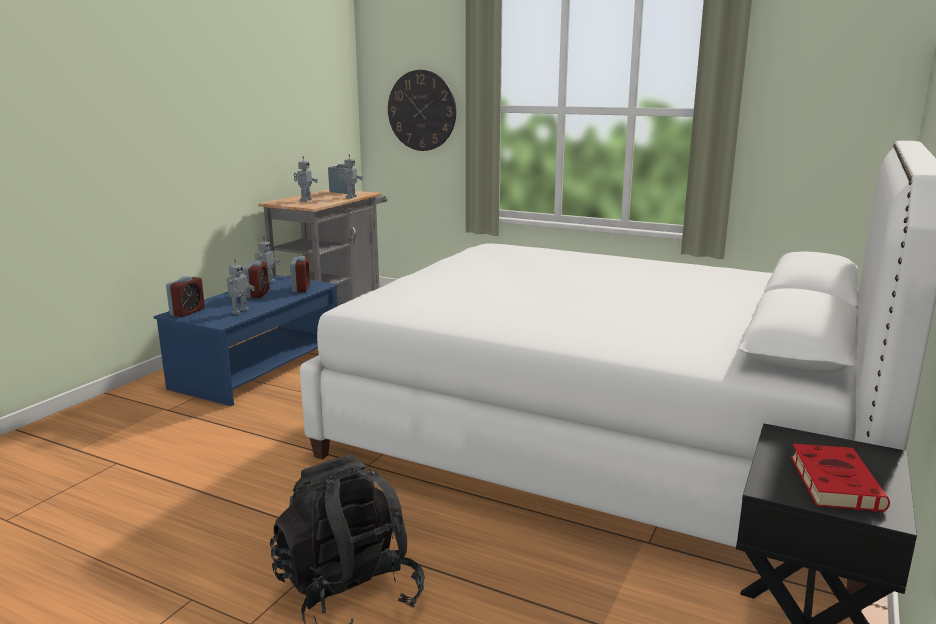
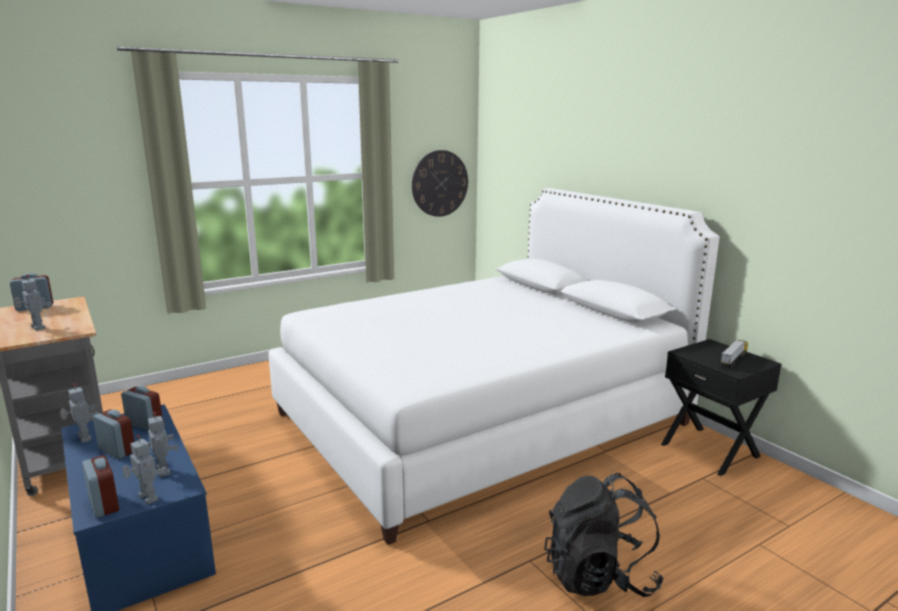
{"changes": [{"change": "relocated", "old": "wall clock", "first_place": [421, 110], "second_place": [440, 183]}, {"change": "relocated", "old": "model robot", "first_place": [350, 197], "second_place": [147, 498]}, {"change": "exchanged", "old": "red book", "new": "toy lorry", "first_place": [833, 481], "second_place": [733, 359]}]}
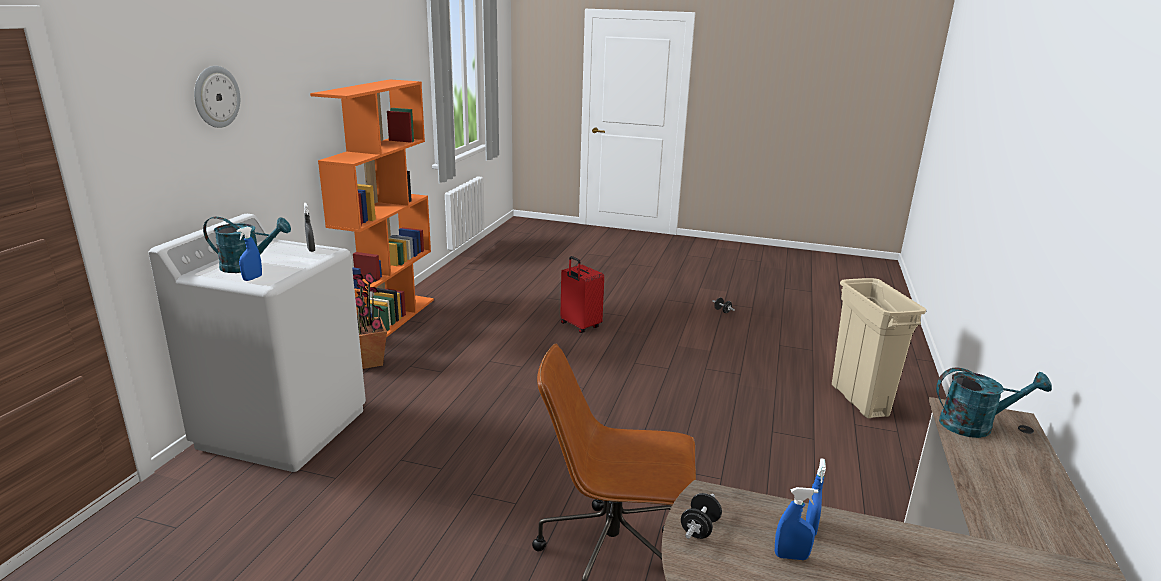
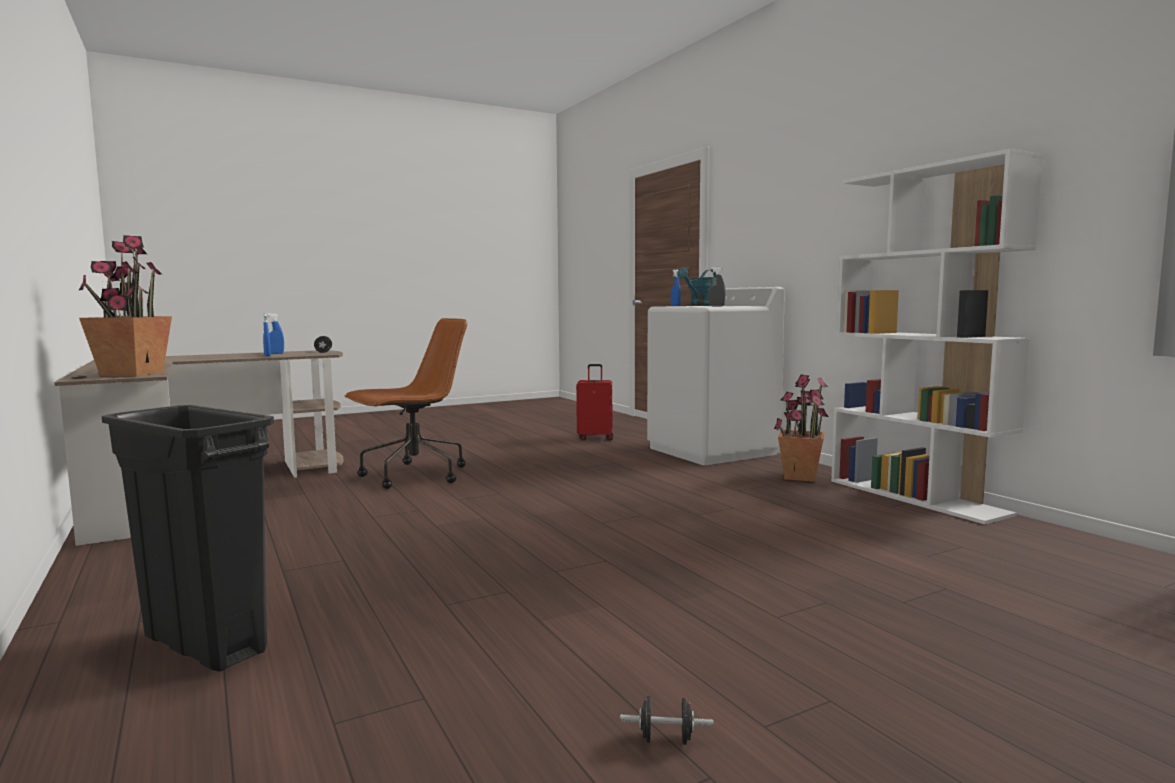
{"changes": [{"change": "missing", "old": "wall clock", "first_place": [216, 97]}, {"change": "colour", "old": "orangey bookcase", "new": "whitish bookcase", "first_place": [389, 320], "second_place": [917, 497]}, {"change": "relocated", "old": "red travel case", "first_place": [579, 326], "second_place": [595, 438]}, {"change": "colour", "old": "beige rubbish bin", "new": "blackish rubbish bin", "first_place": [859, 400], "second_place": [204, 644]}, {"change": "exchanged", "old": "blue-green watering pot", "new": "houseplant", "first_place": [975, 425], "second_place": [131, 374]}]}
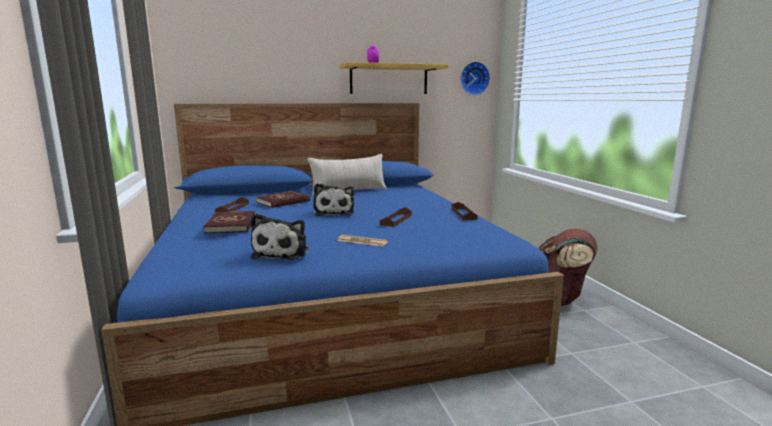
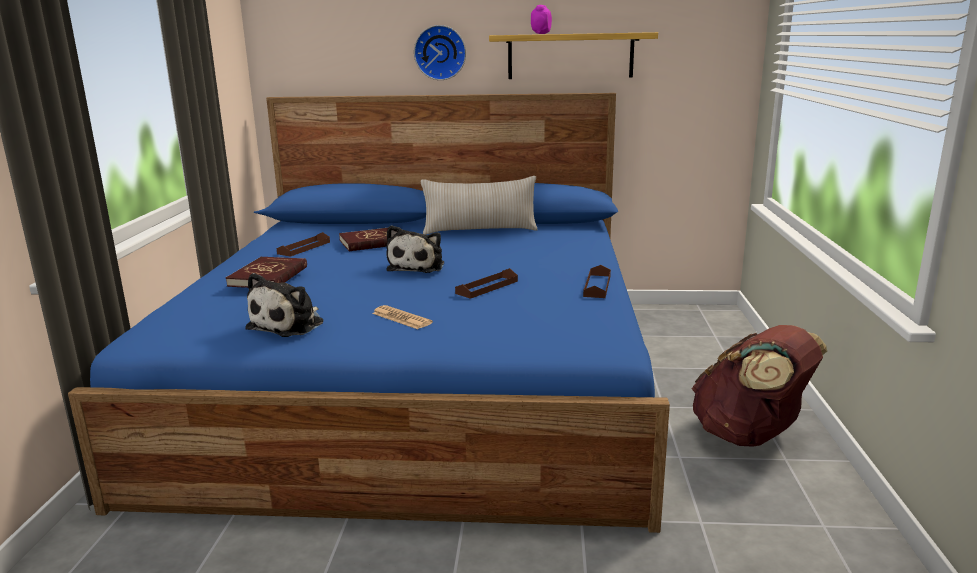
{"changes": [{"change": "relocated", "old": "wall clock", "first_place": [474, 78], "second_place": [440, 52]}]}
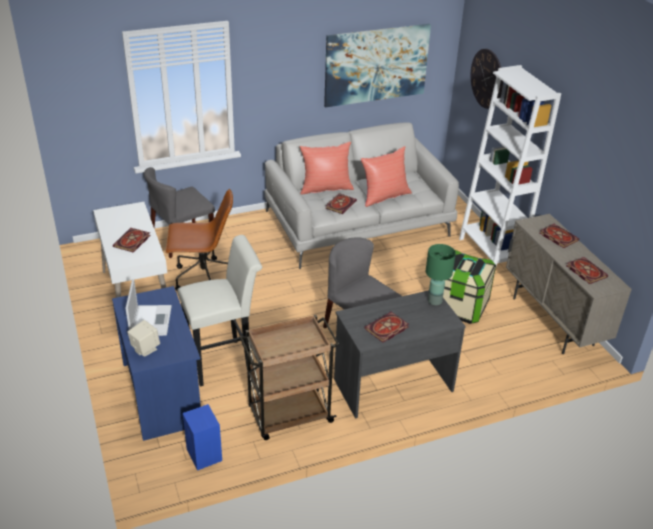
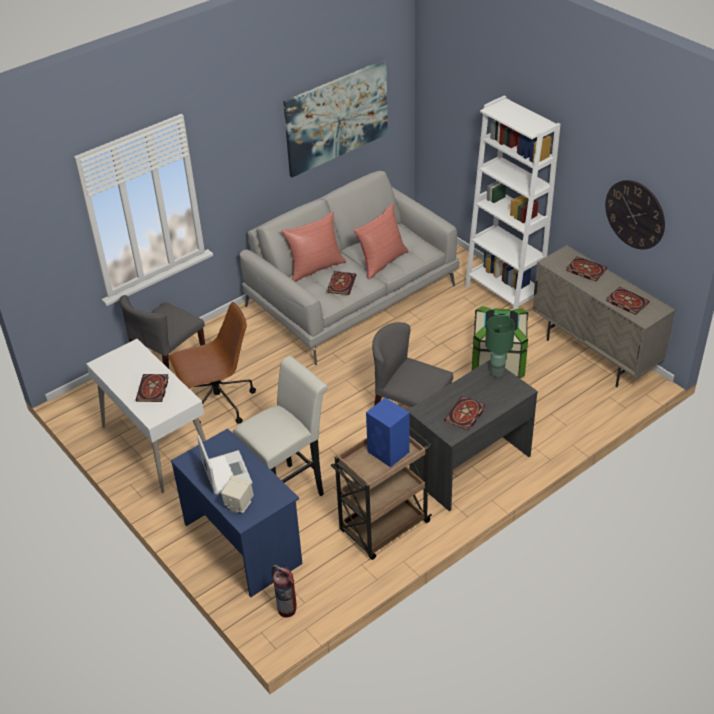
{"changes": [{"change": "relocated", "old": "wall clock", "first_place": [487, 78], "second_place": [635, 214]}, {"change": "relocated", "old": "blue-coloured speaker", "first_place": [204, 455], "second_place": [389, 452]}, {"change": "appeared", "new": "extinguisher", "second_place": [287, 609]}]}
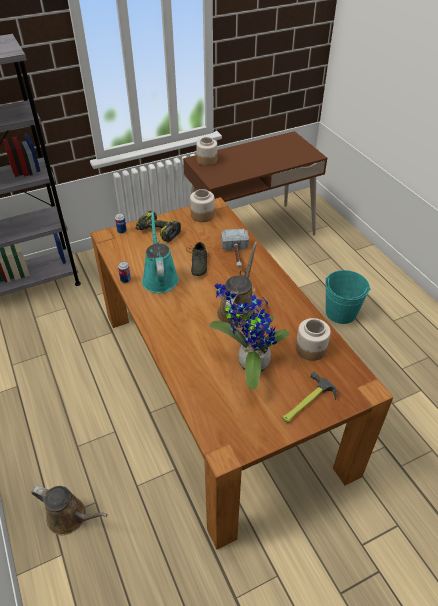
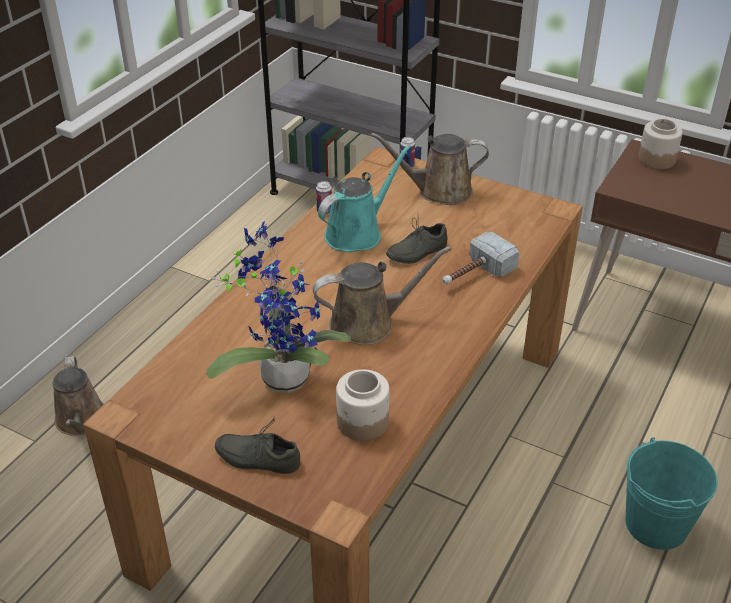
{"changes": [{"change": "missing", "old": "storage jar", "first_place": [202, 215]}, {"change": "exchanged", "old": "drill", "new": "brownish watering pot", "first_place": [157, 232], "second_place": [439, 191]}, {"change": "exchanged", "old": "hand hammer", "new": "greyish low shoe", "first_place": [306, 402], "second_place": [259, 456]}]}
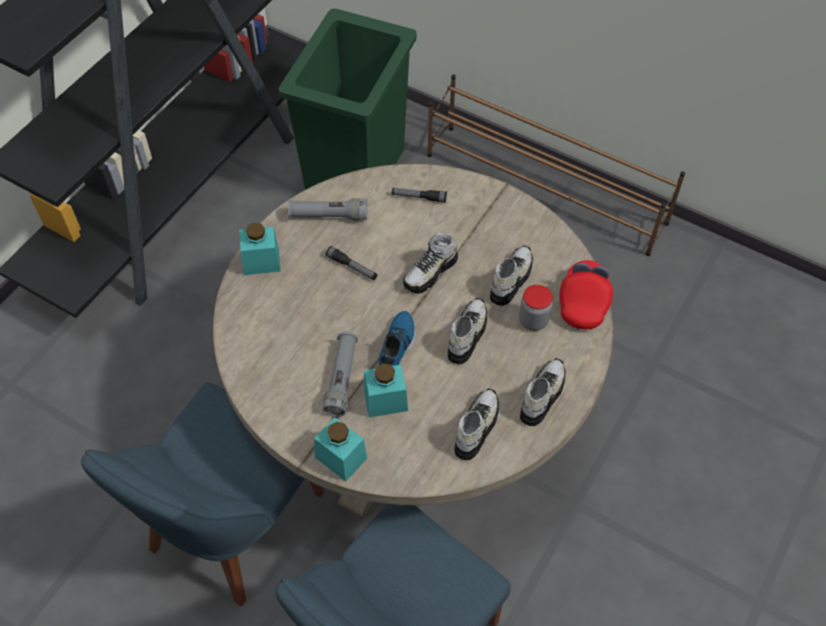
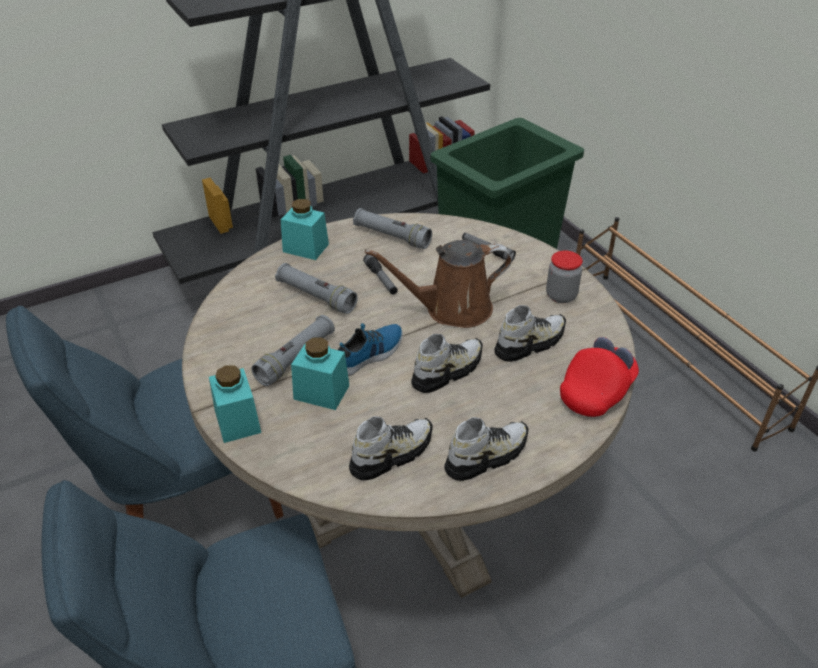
{"changes": [{"change": "exchanged", "old": "low shoe", "new": "brownish watering pot", "first_place": [430, 272], "second_place": [451, 309]}, {"change": "relocated", "old": "storage jar", "first_place": [533, 321], "second_place": [561, 296]}, {"change": "appeared", "new": "greyish hand torch", "second_place": [316, 297]}]}
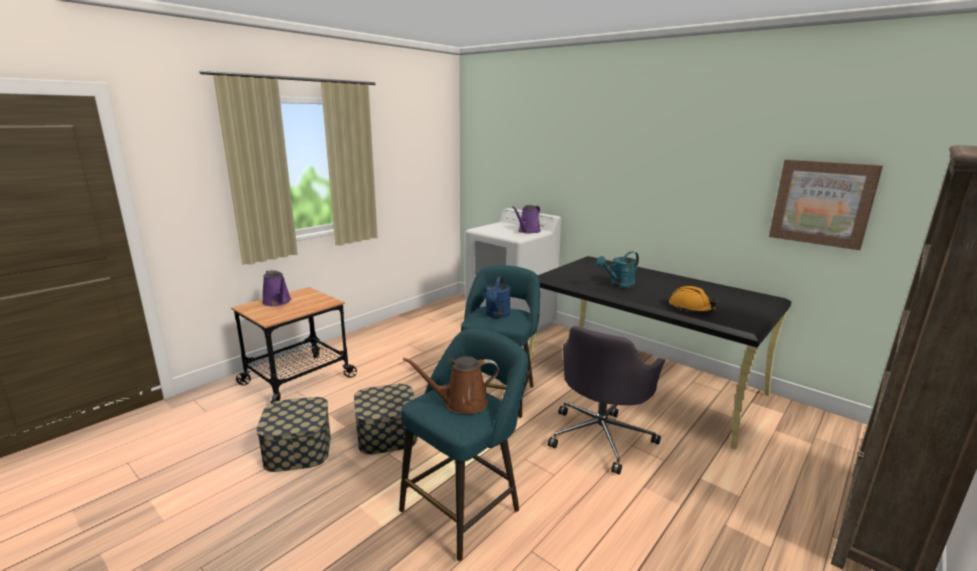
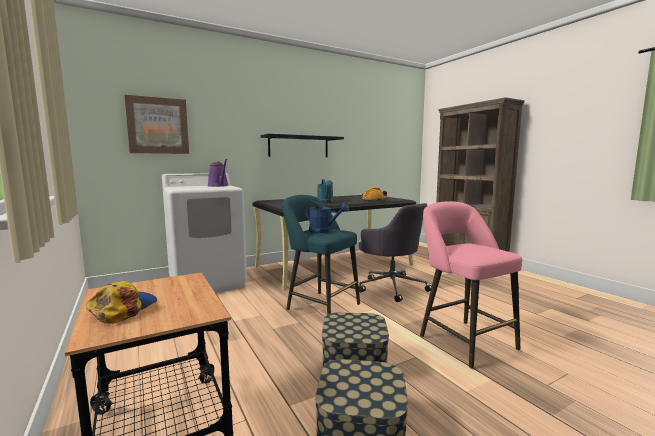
{"changes": [{"change": "relocated", "old": "picture", "first_place": [822, 203], "second_place": [158, 126]}, {"change": "exchanged", "old": "purple watering pot", "new": "peaked cap", "first_place": [278, 302], "second_place": [123, 309]}, {"change": "colour", "old": "blue-green stool", "new": "pink stool", "first_place": [464, 507], "second_place": [463, 340]}, {"change": "missing", "old": "brownish watering pot", "first_place": [461, 403]}, {"change": "appeared", "new": "blackish shelf", "second_place": [299, 146]}]}
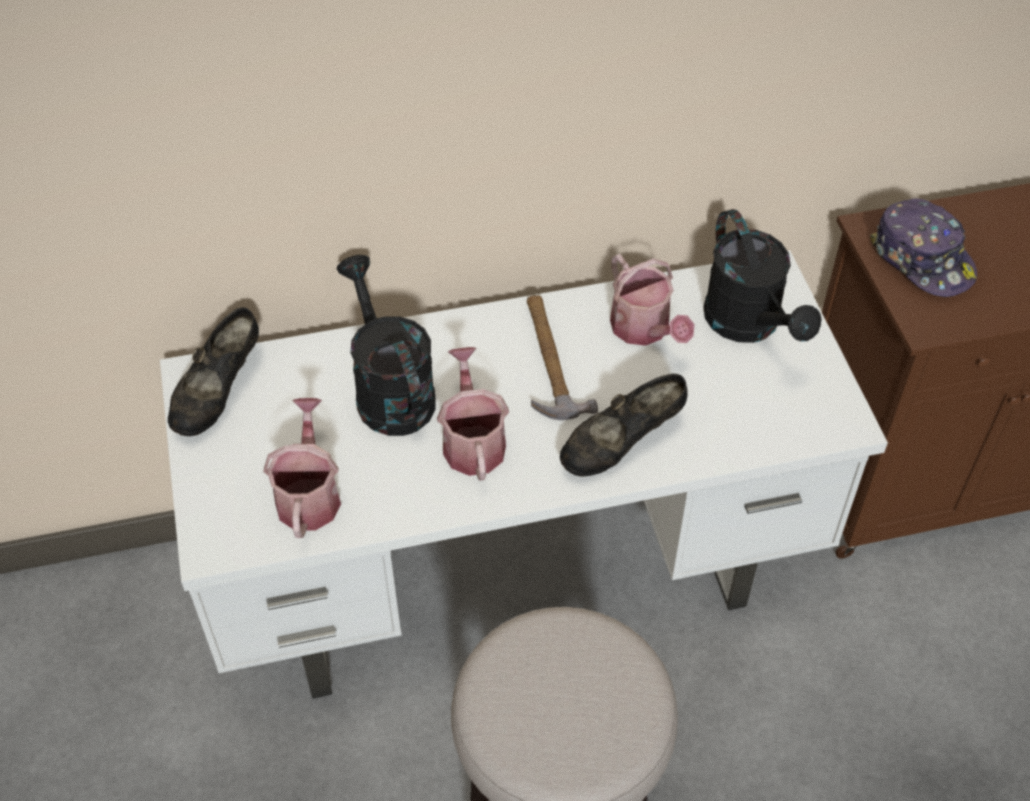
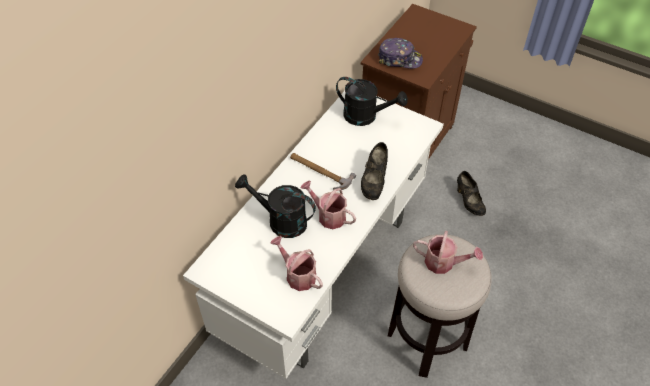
{"changes": [{"change": "relocated", "old": "watering pot", "first_place": [644, 330], "second_place": [443, 263]}, {"change": "relocated", "old": "blackish low shoe", "first_place": [218, 394], "second_place": [469, 201]}]}
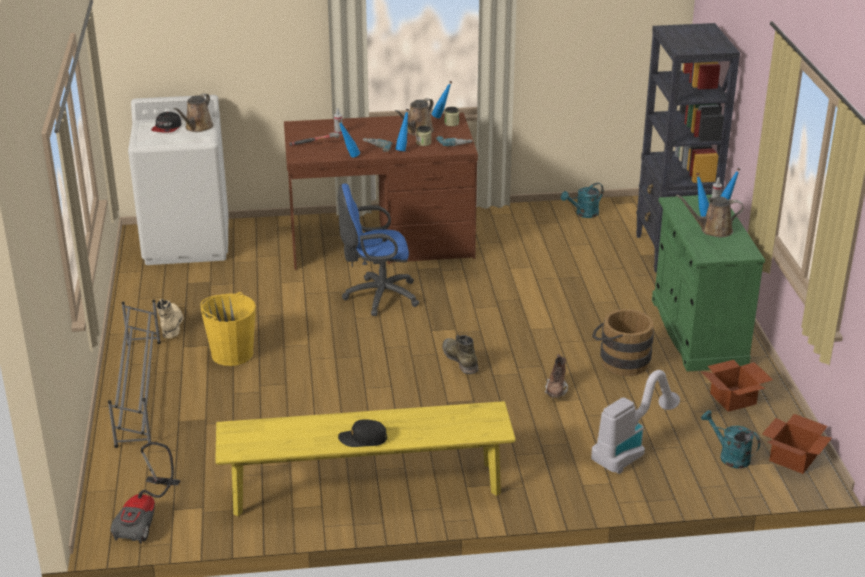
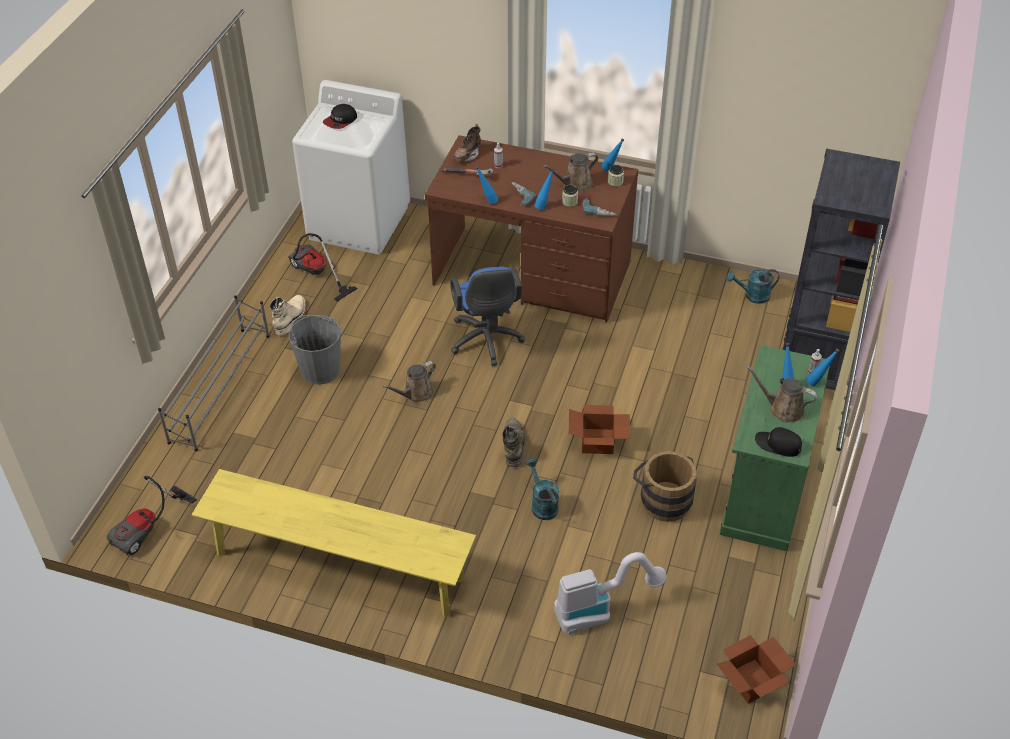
{"changes": [{"change": "relocated", "old": "brownish watering pot", "first_place": [197, 127], "second_place": [416, 394]}, {"change": "spun", "old": "blue-coloured desk chair", "first_place": [377, 296], "second_place": [486, 342], "degrees": -120}, {"change": "colour", "old": "yellow bucket", "new": "greyish bucket", "first_place": [232, 354], "second_place": [320, 369]}, {"change": "relocated", "old": "brownish boot", "first_place": [556, 391], "second_place": [467, 155]}, {"change": "relocated", "old": "packing box", "first_place": [734, 399], "second_place": [598, 442]}, {"change": "relocated", "old": "blue-green watering pot", "first_place": [729, 456], "second_place": [542, 504]}, {"change": "relocated", "old": "blackish peaked cap", "first_place": [363, 439], "second_place": [778, 445]}, {"change": "appeared", "new": "vacuum cleaner", "second_place": [315, 274]}]}
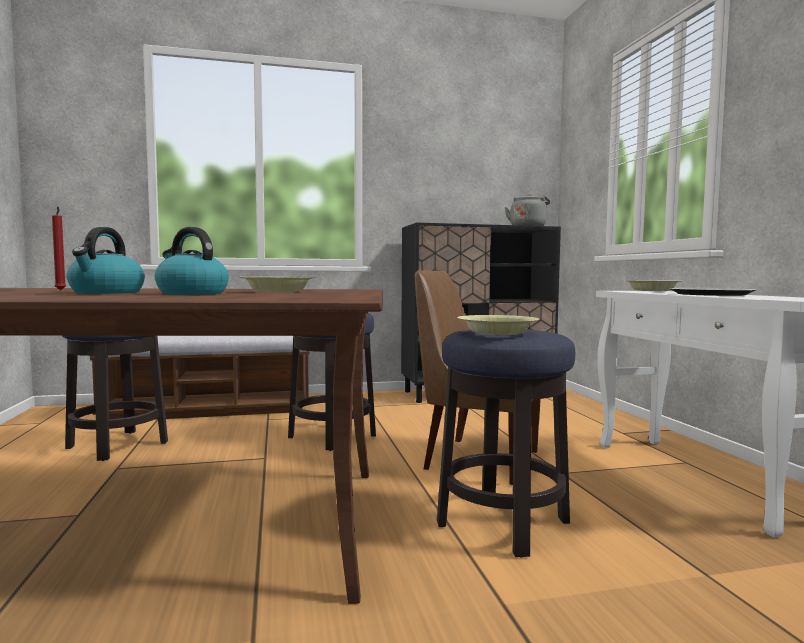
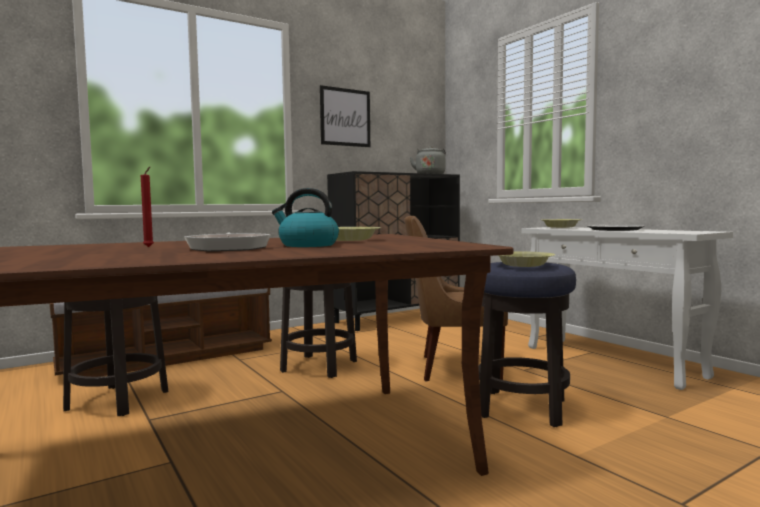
{"changes": [{"change": "exchanged", "old": "kettle", "new": "pan", "first_place": [106, 292], "second_place": [229, 248]}, {"change": "appeared", "new": "picture", "second_place": [345, 117]}]}
